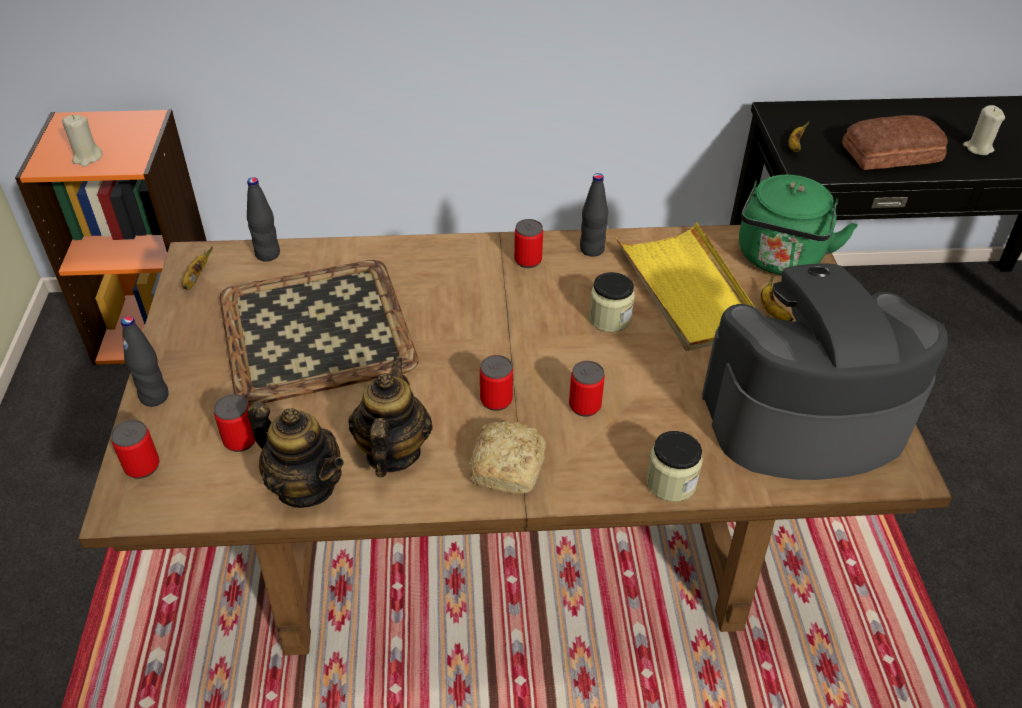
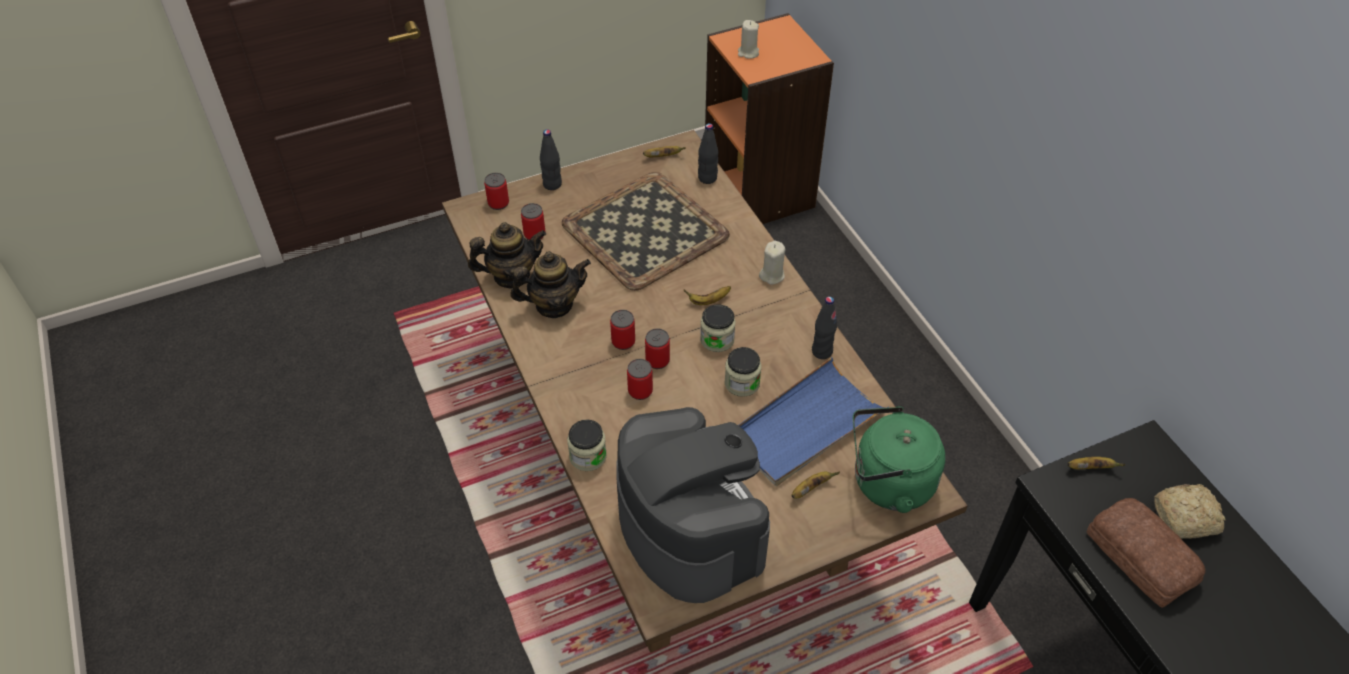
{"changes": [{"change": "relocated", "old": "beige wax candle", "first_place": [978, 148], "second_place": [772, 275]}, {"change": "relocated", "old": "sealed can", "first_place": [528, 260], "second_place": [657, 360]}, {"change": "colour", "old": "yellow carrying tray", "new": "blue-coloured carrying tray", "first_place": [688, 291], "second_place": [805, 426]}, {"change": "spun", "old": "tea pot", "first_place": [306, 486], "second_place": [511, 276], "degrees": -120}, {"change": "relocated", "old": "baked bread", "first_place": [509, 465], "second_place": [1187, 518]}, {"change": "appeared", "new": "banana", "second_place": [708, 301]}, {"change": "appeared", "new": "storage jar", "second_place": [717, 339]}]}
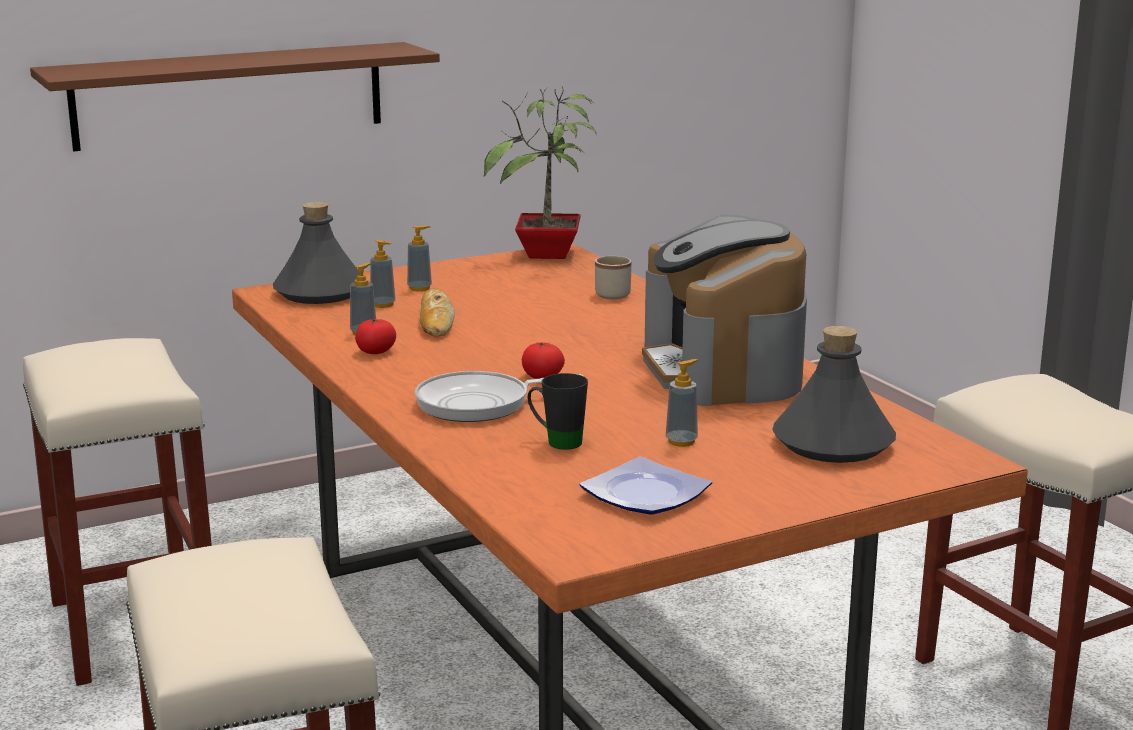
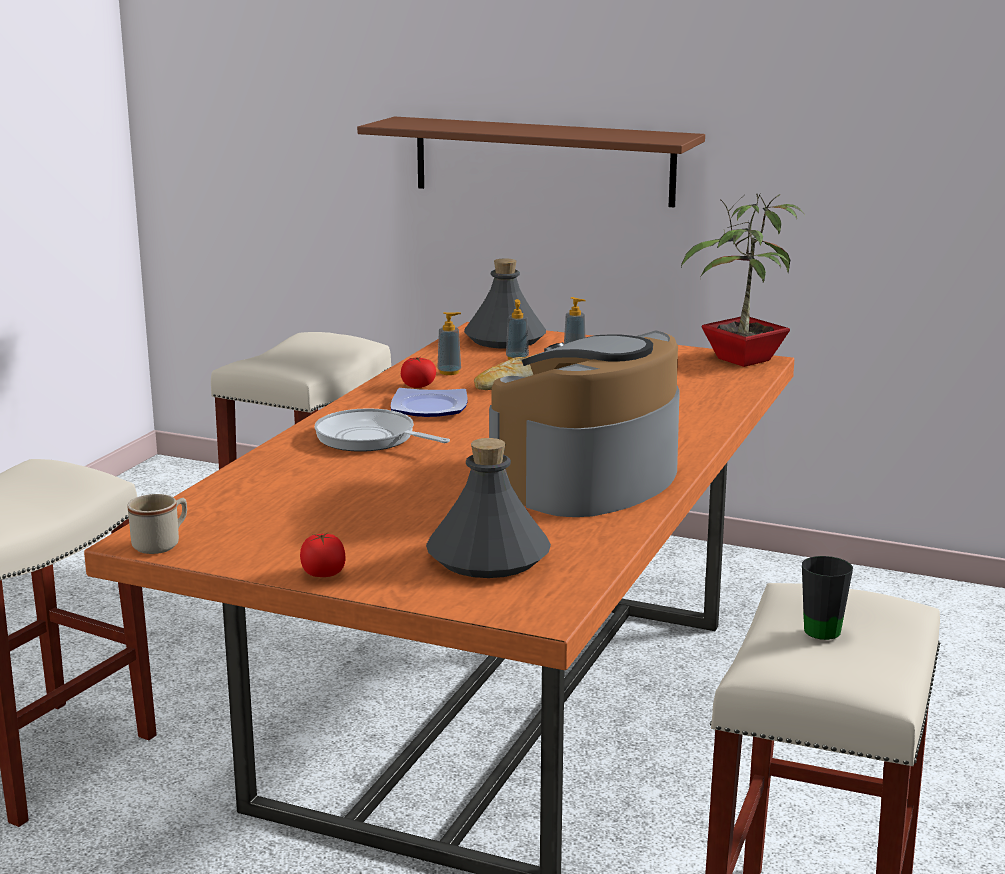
{"changes": [{"change": "relocated", "old": "beige mug", "first_place": [612, 293], "second_place": [162, 544]}, {"change": "relocated", "old": "tomato", "first_place": [542, 377], "second_place": [323, 574]}, {"change": "missing", "old": "soap bottle", "first_place": [681, 441]}, {"change": "relocated", "old": "blackish mug", "first_place": [556, 441], "second_place": [817, 627]}, {"change": "relocated", "old": "dinner plate", "first_place": [648, 494], "second_place": [430, 408]}]}
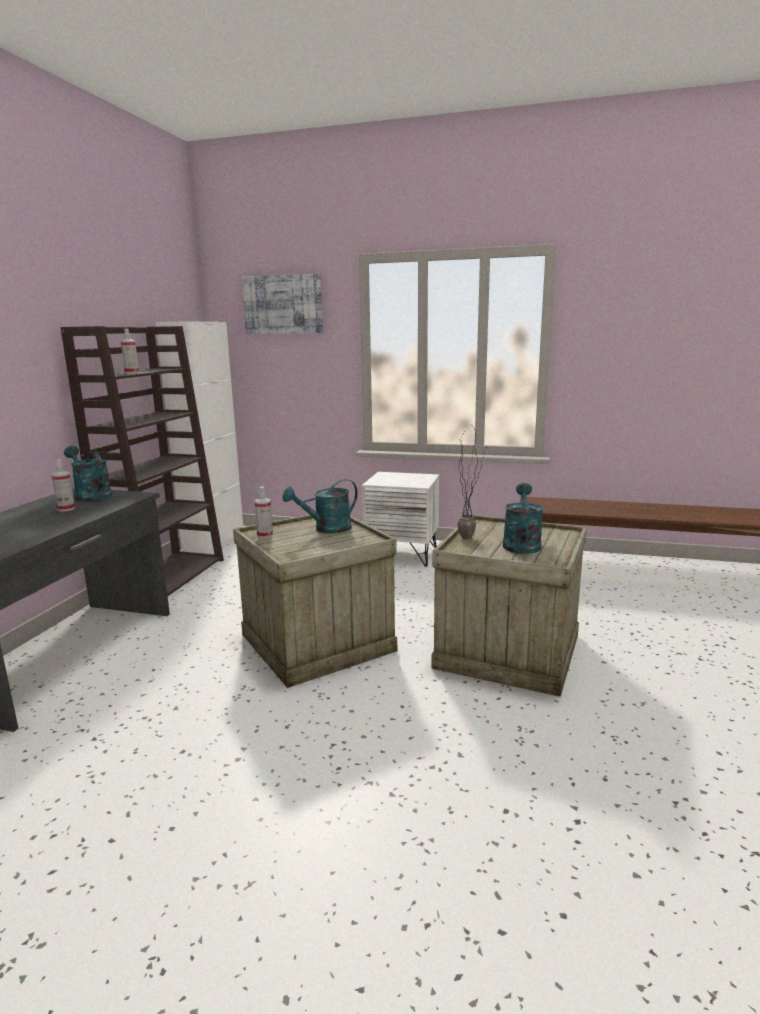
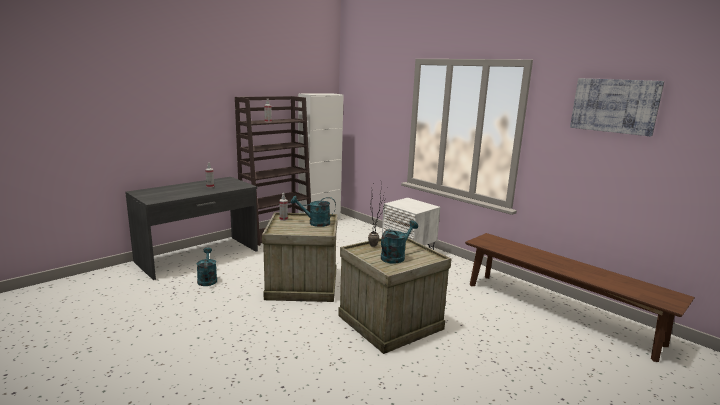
{"changes": [{"change": "relocated", "old": "picture", "first_place": [283, 304], "second_place": [614, 106]}, {"change": "relocated", "old": "blue-green watering pot", "first_place": [90, 495], "second_place": [207, 279]}]}
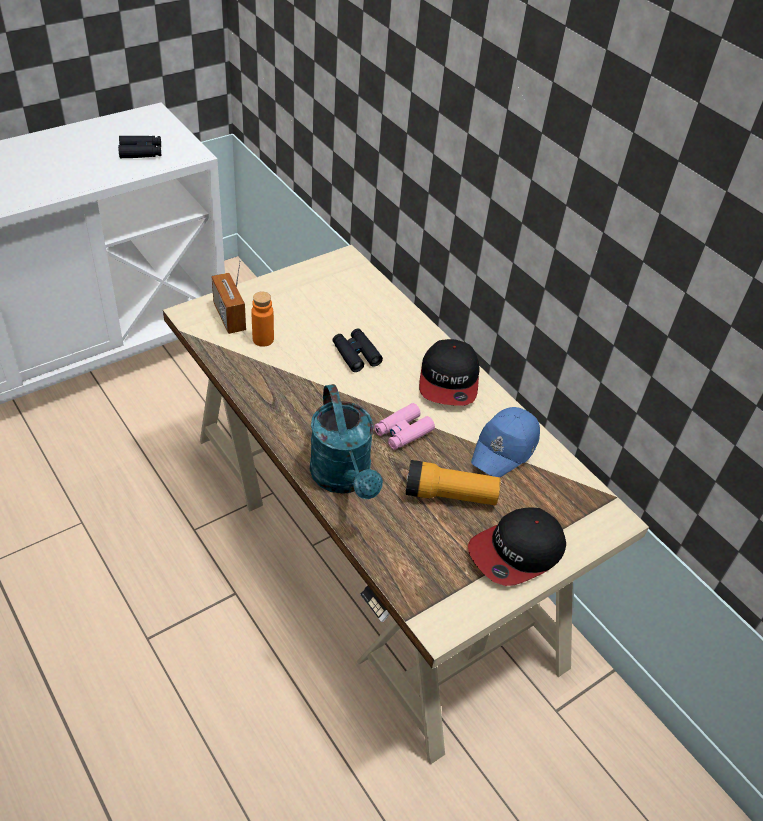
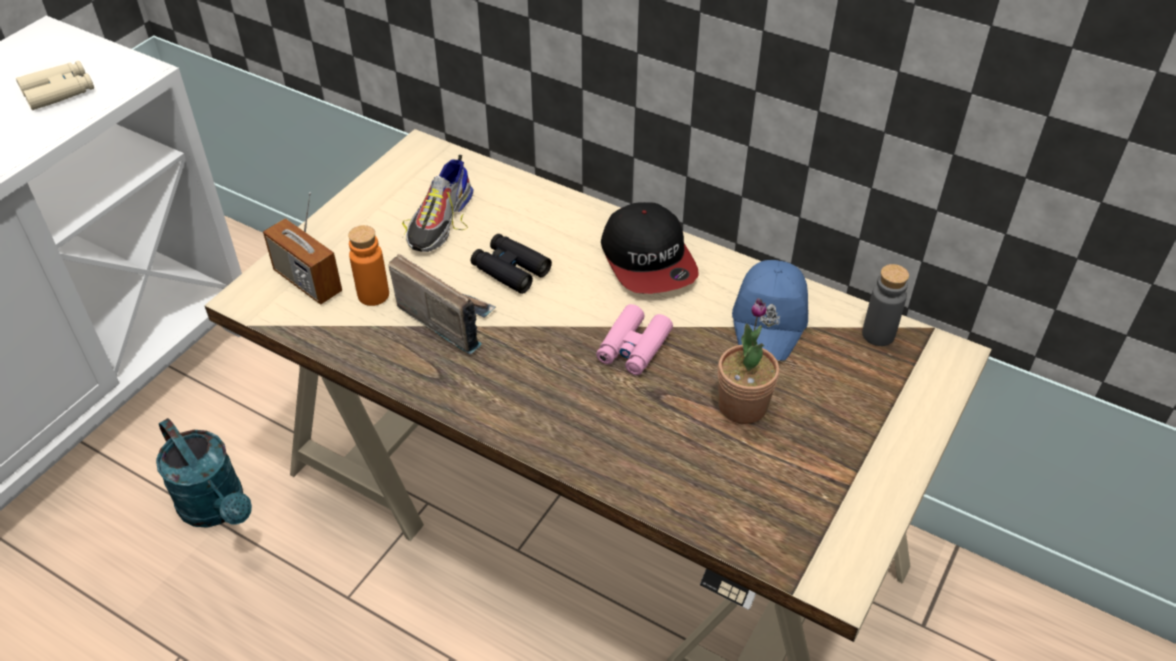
{"changes": [{"change": "colour", "old": "blackish binoculars", "new": "beige binoculars", "first_place": [141, 152], "second_place": [59, 92]}, {"change": "relocated", "old": "blue-green watering pot", "first_place": [344, 479], "second_place": [217, 508]}, {"change": "exchanged", "old": "hand torch", "new": "houseplant", "first_place": [450, 495], "second_place": [742, 406]}, {"change": "missing", "old": "peaked cap", "first_place": [516, 552]}, {"change": "appeared", "new": "low shoe", "second_place": [440, 221]}, {"change": "appeared", "new": "radio receiver", "second_place": [446, 317]}, {"change": "appeared", "new": "greyish bottle", "second_place": [878, 334]}]}
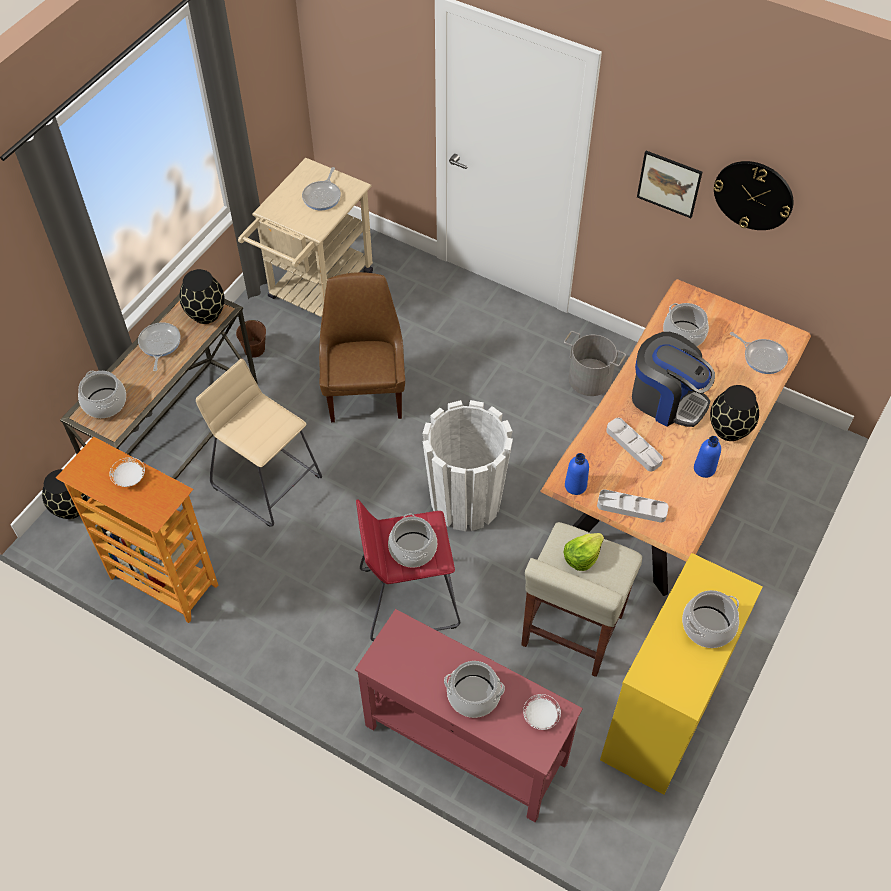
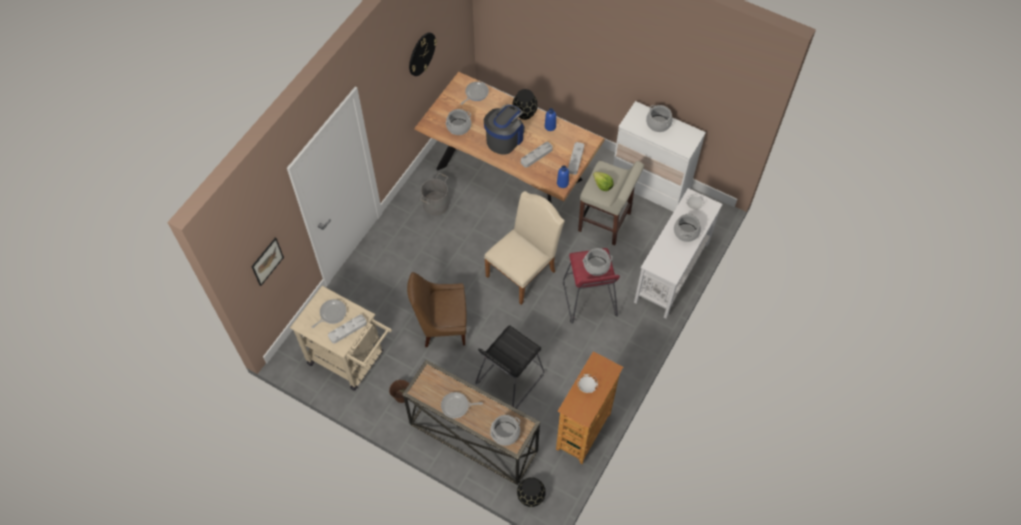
{"changes": [{"change": "relocated", "old": "picture", "first_place": [669, 183], "second_place": [267, 261]}, {"change": "spun", "old": "pan", "first_place": [323, 196], "second_place": [331, 313], "degrees": -60}, {"change": "missing", "old": "blackish decorative vase", "first_place": [205, 313]}, {"change": "colour", "old": "beige stool", "new": "blackish stool", "first_place": [267, 481], "second_place": [510, 379]}, {"change": "exchanged", "old": "whitish plant pot", "new": "beige chair", "first_place": [465, 501], "second_place": [524, 270]}, {"change": "colour", "old": "yellow dresser", "new": "whitish dresser", "first_place": [661, 716], "second_place": [650, 186]}, {"change": "colour", "old": "red console table", "new": "whitish console table", "first_place": [464, 743], "second_place": [671, 272]}, {"change": "appeared", "new": "greyish carrying tray", "second_place": [347, 330]}]}
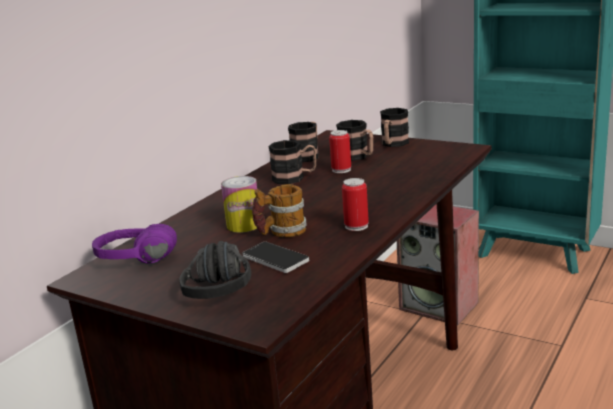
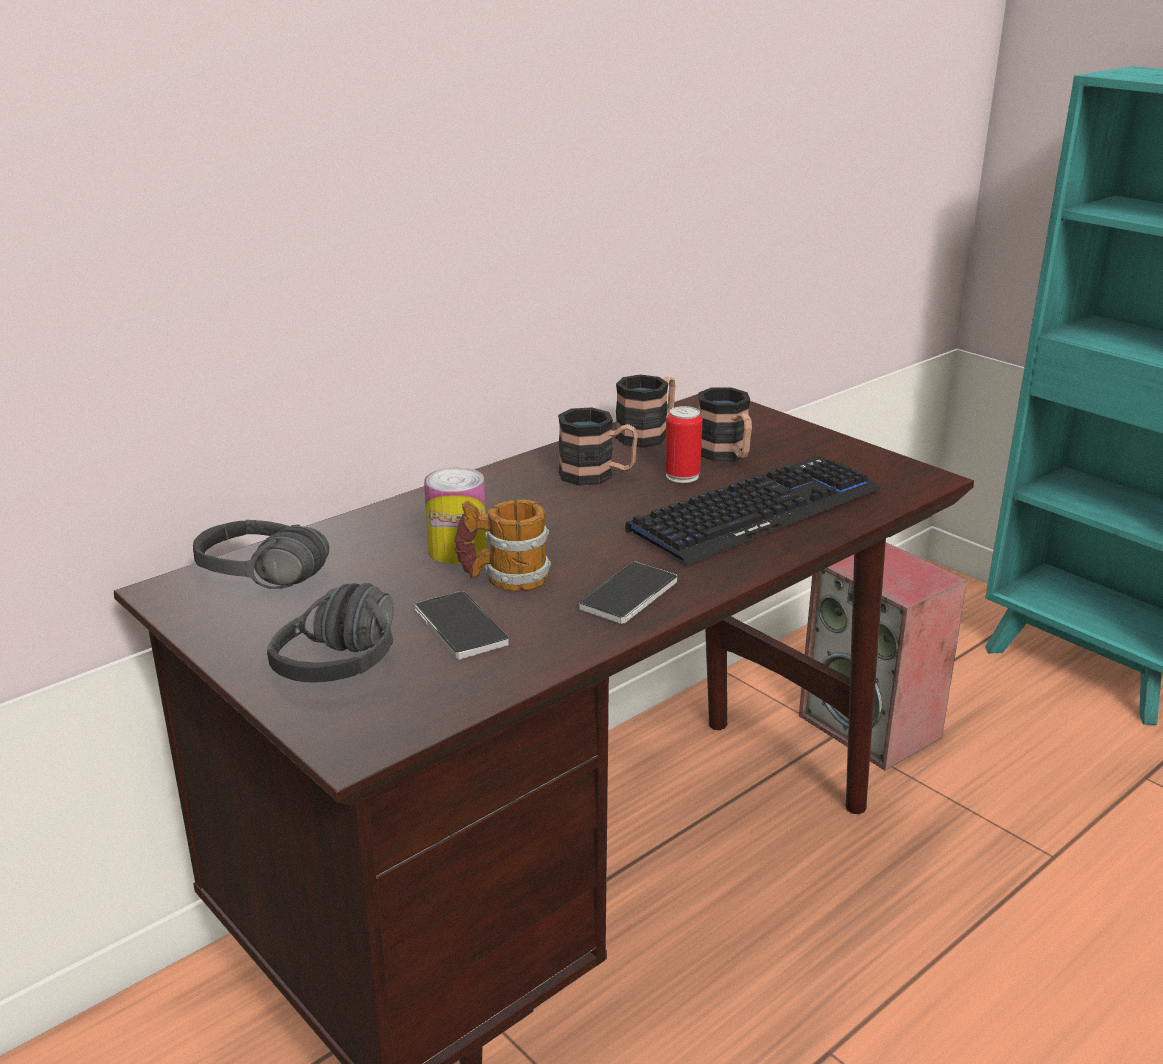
{"changes": [{"change": "missing", "old": "mug", "first_place": [393, 144]}, {"change": "exchanged", "old": "sealed can", "new": "phone", "first_place": [356, 226], "second_place": [628, 595]}, {"change": "colour", "old": "purple headset", "new": "blackish headset", "first_place": [134, 264], "second_place": [253, 584]}, {"change": "appeared", "new": "keyboard", "second_place": [756, 511]}]}
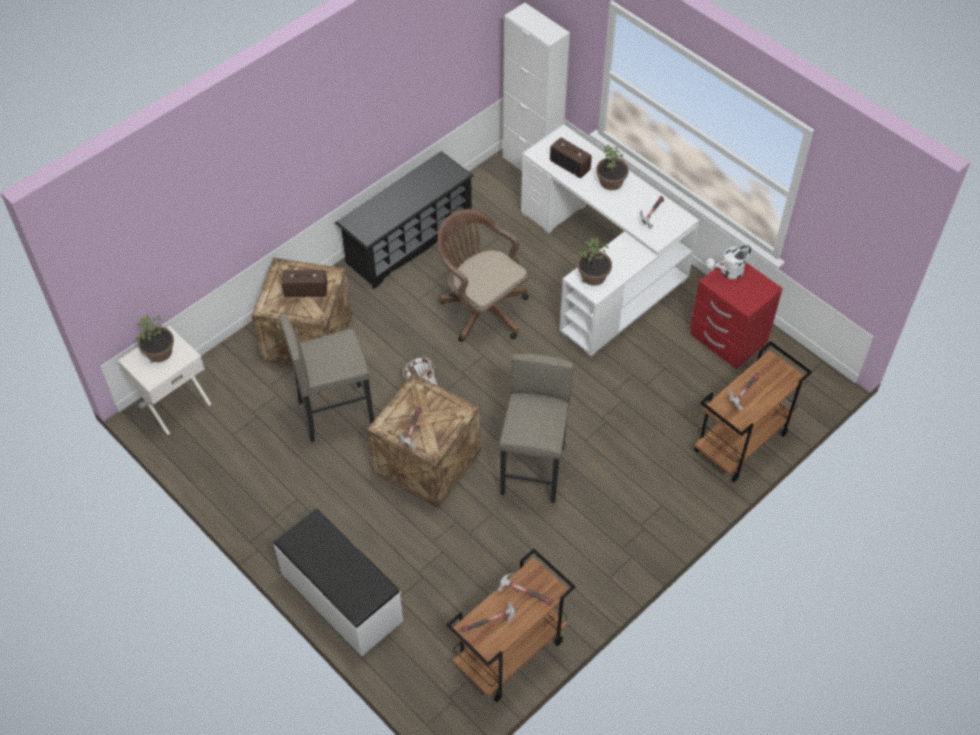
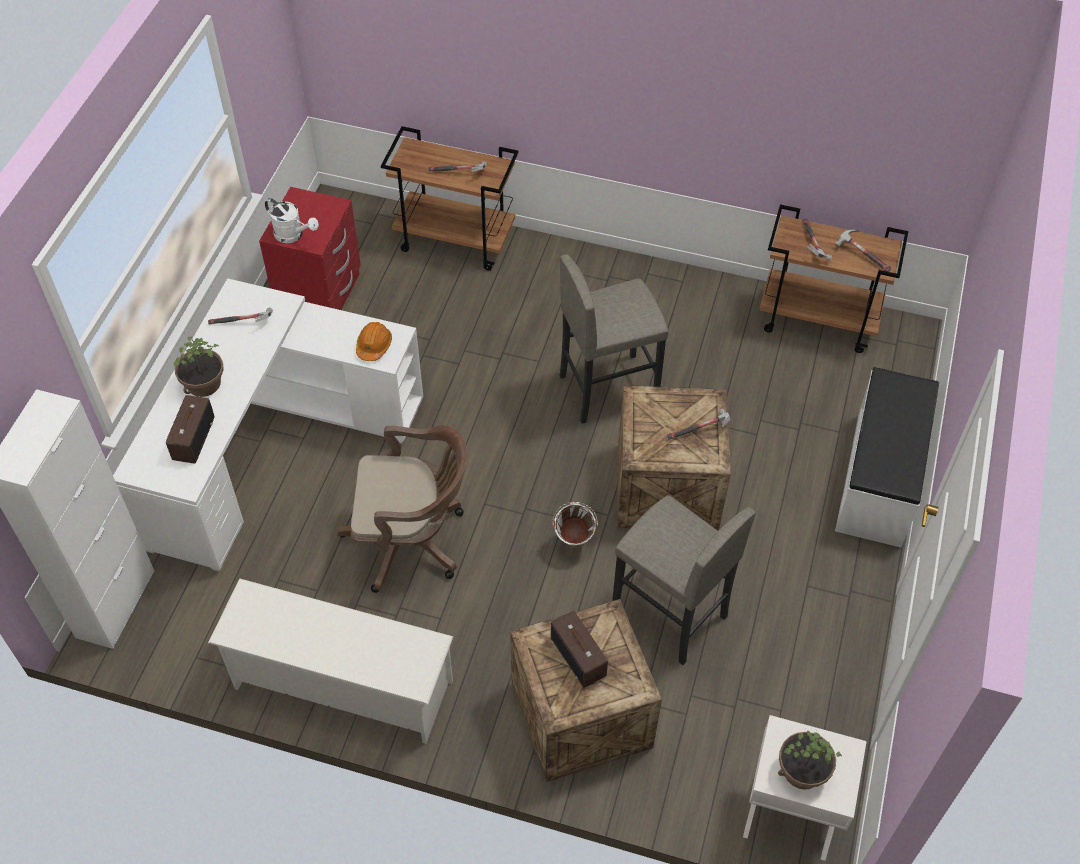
{"changes": [{"change": "colour", "old": "blackish shoe rack", "new": "whitish shoe rack", "first_place": [408, 241], "second_place": [341, 685]}, {"change": "spun", "old": "brownish desk chair", "first_place": [481, 308], "second_place": [412, 541], "degrees": -105}, {"change": "exchanged", "old": "houseplant", "new": "orangey hard hat", "first_place": [593, 276], "second_place": [374, 346]}]}
